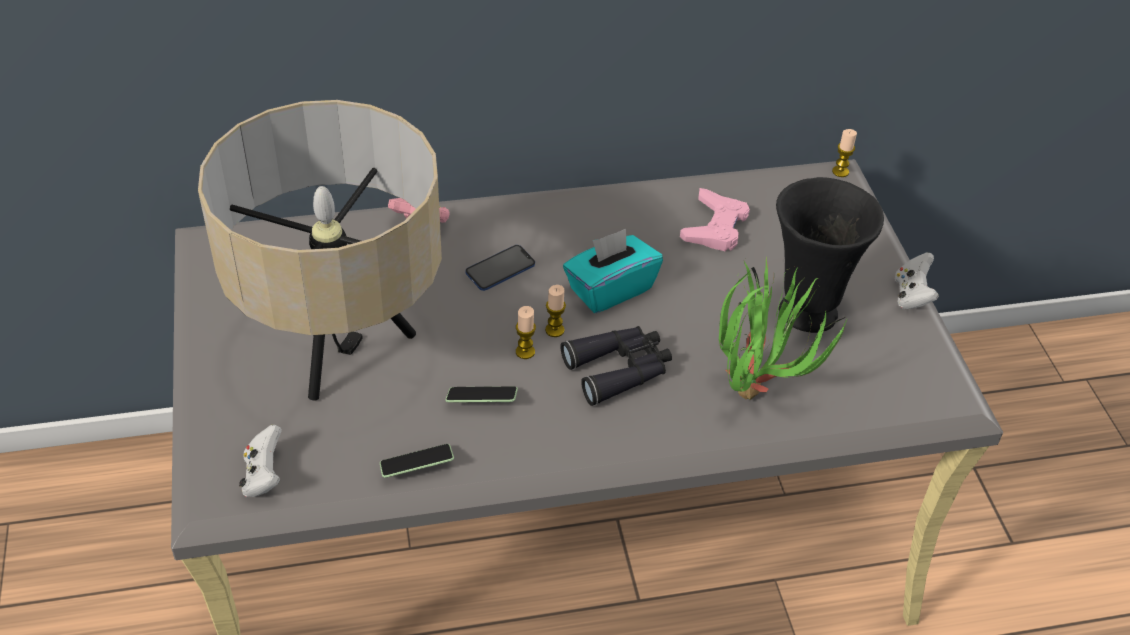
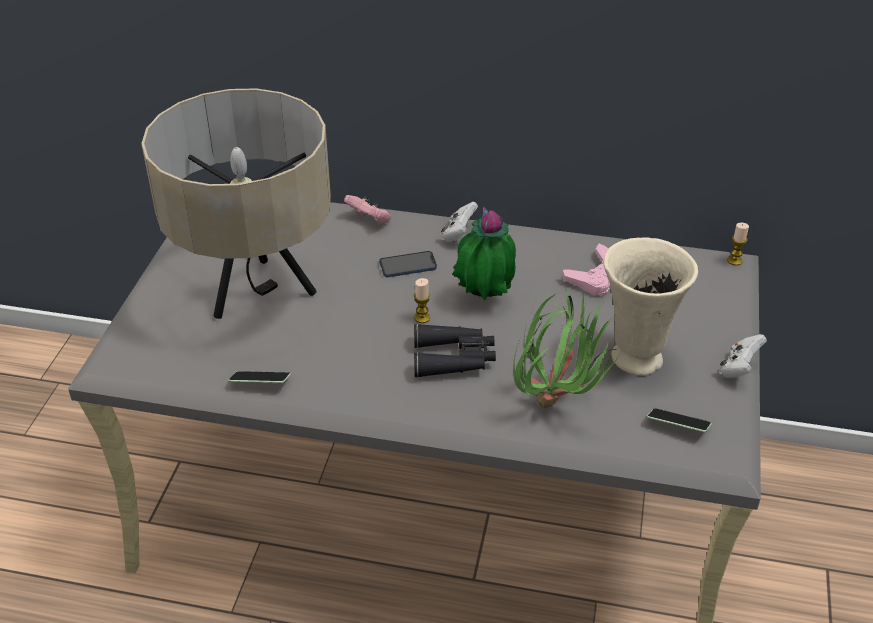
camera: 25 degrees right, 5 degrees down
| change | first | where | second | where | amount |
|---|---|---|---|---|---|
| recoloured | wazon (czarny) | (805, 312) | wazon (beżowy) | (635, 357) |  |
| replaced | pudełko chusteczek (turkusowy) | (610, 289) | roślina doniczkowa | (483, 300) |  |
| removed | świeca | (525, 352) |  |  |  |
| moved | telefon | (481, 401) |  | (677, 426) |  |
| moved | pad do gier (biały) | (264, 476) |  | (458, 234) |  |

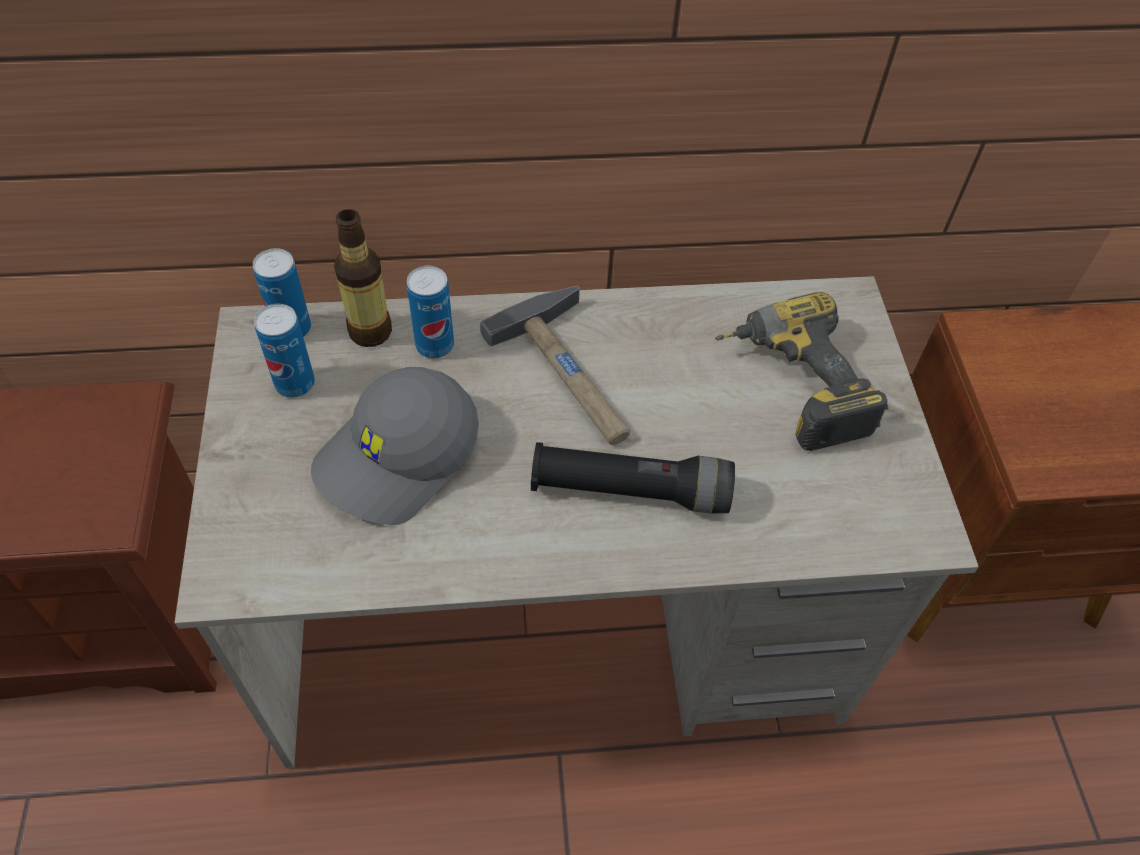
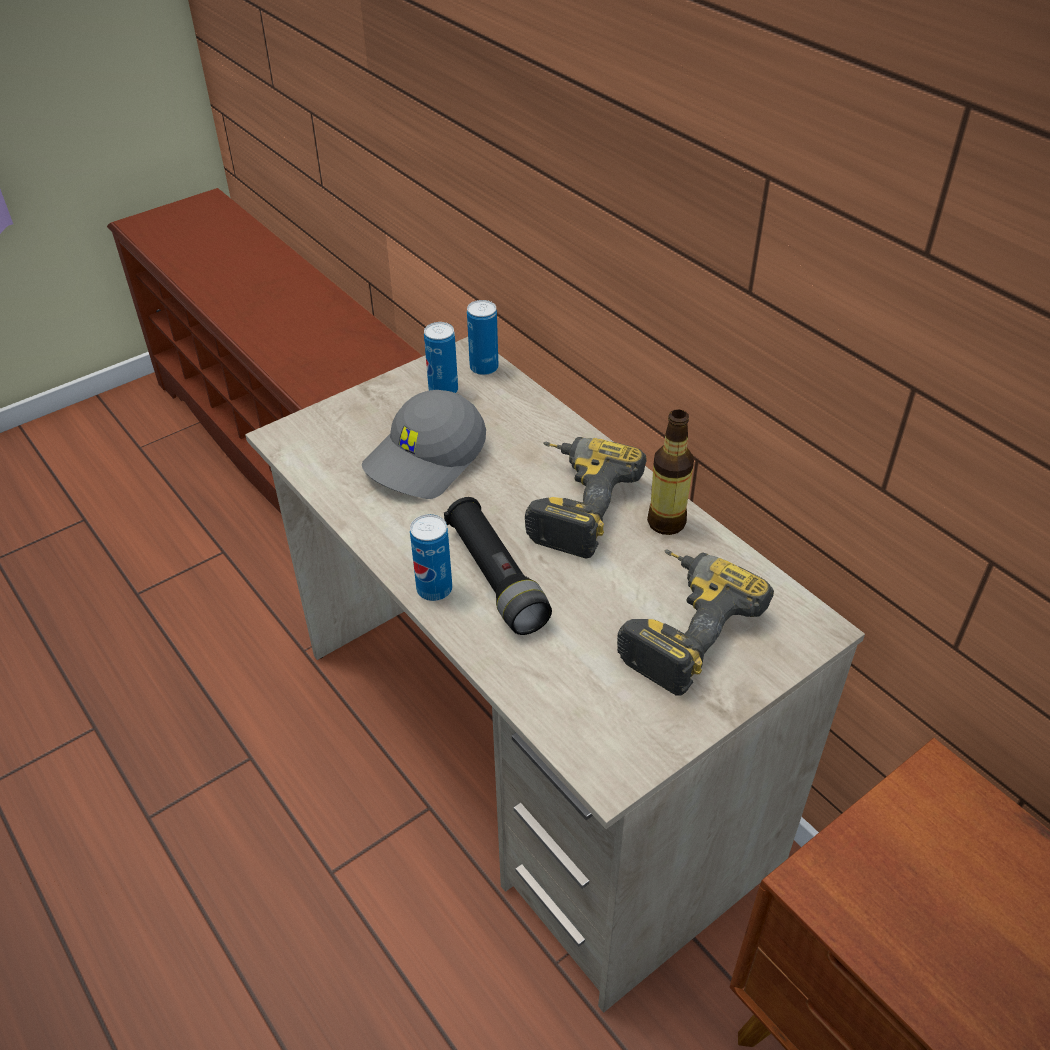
camera: 60 degrees right, 10 degrees down
| change | first | where | second | where | amount |
|---|---|---|---|---|---|
| moved | butelka | (370, 332) |  | (666, 522) |  |
| moved | puszka | (435, 345) |  | (434, 589) |  |
| replaced | młotek | (573, 374) | wiertarka | (571, 504) |  |
| turned | czapka z daszkiem (szary) | (399, 458) |  | (426, 460) | 60 degrees counterclockwise |

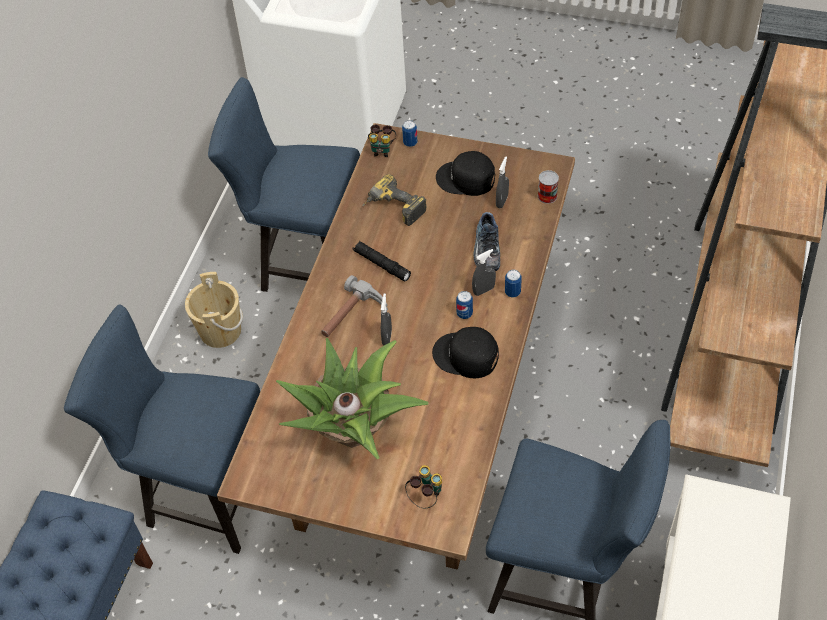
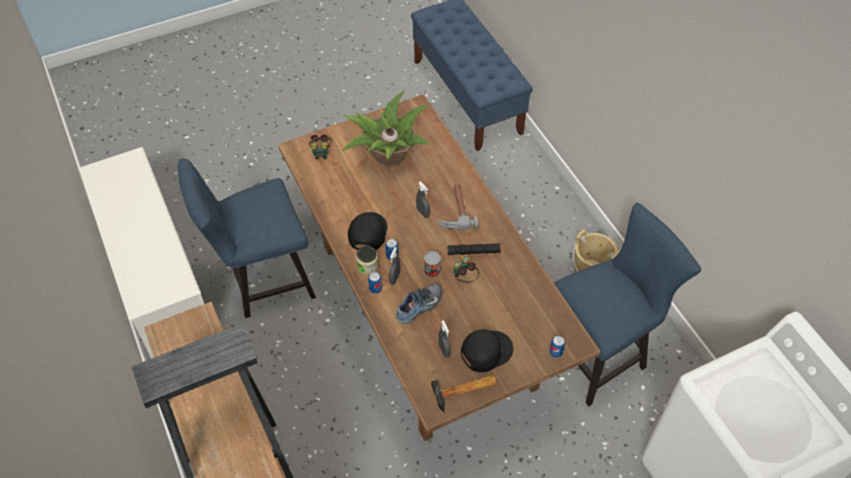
camera: 135 degrees right, 0 degrees up
| change | first | where | second | where | amount |
|---|---|---|---|---|---|
| moved | lornetka | (382, 150) |  | (464, 278) |  |
| moved | puszka | (547, 196) |  | (432, 271) |  |
| removed | wiertarka | (393, 209) |  |  |  |
| turned | but | (485, 249) |  | (420, 306) | 90 degrees clockwise |
| removed | krzesło (niebieski) | (201, 491) |  |  |  |
| turned | czapka z daszkiem (czarny) | (466, 356) |  | (367, 232) | 60 degrees counterclockwise |
| added |  |  | słoik | (367, 266) |  |
| added |  |  | młotek | (466, 391) |  |

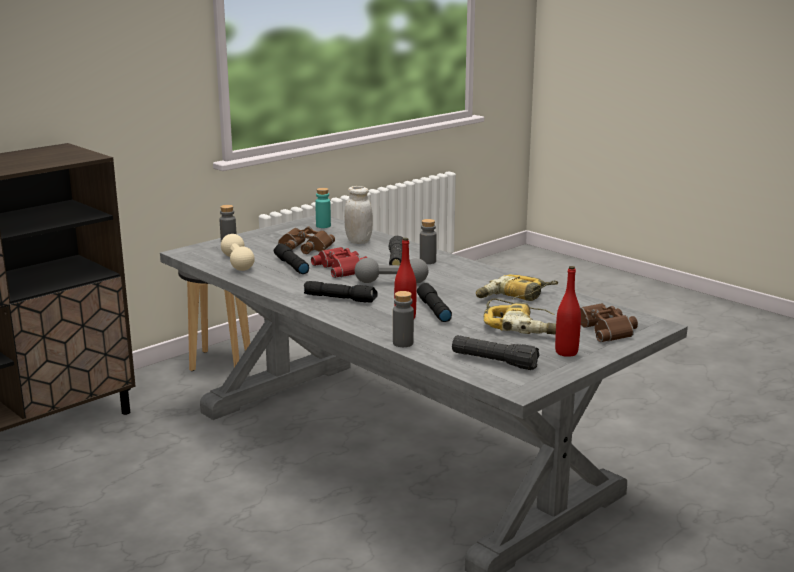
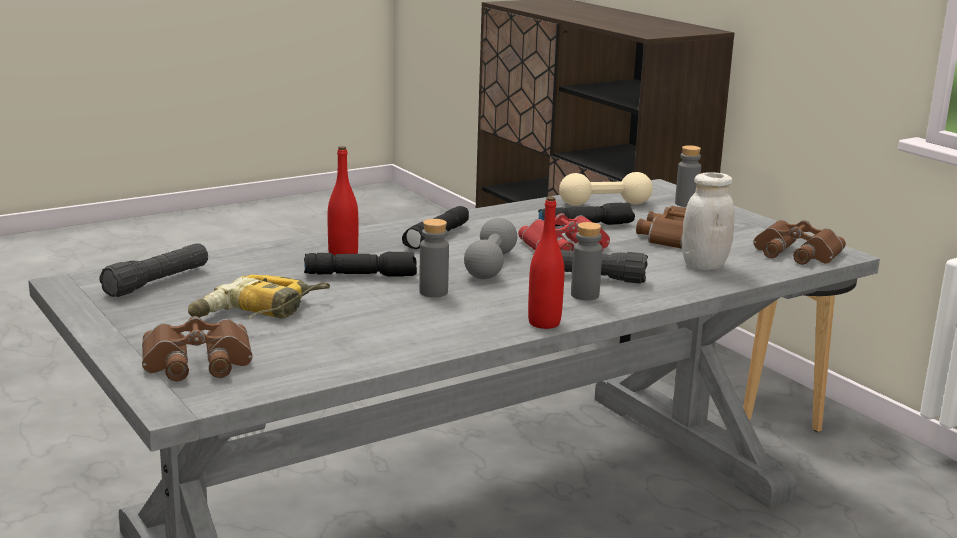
camera: 100 degrees right, 0 degrees up
| change | first | where | second | where | amount |
|---|---|---|---|---|---|
| replaced | butelka (turkusowy) | (323, 226) | lornetka (brązowy) | (795, 253) |  |
| moved | butelka (czerwony) | (566, 352) |  | (544, 323) |  |
| removed | wiertarka | (515, 297) |  |  |  |
| moved | butelka (szary) | (403, 343) |  | (433, 292) |  |

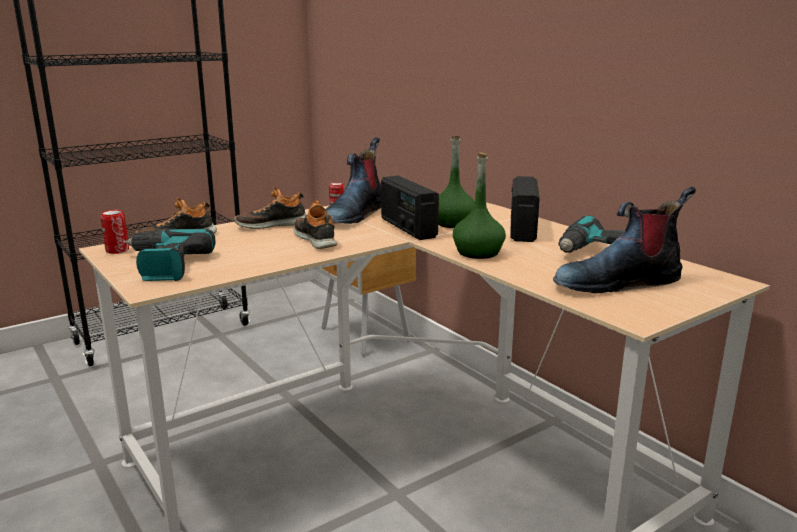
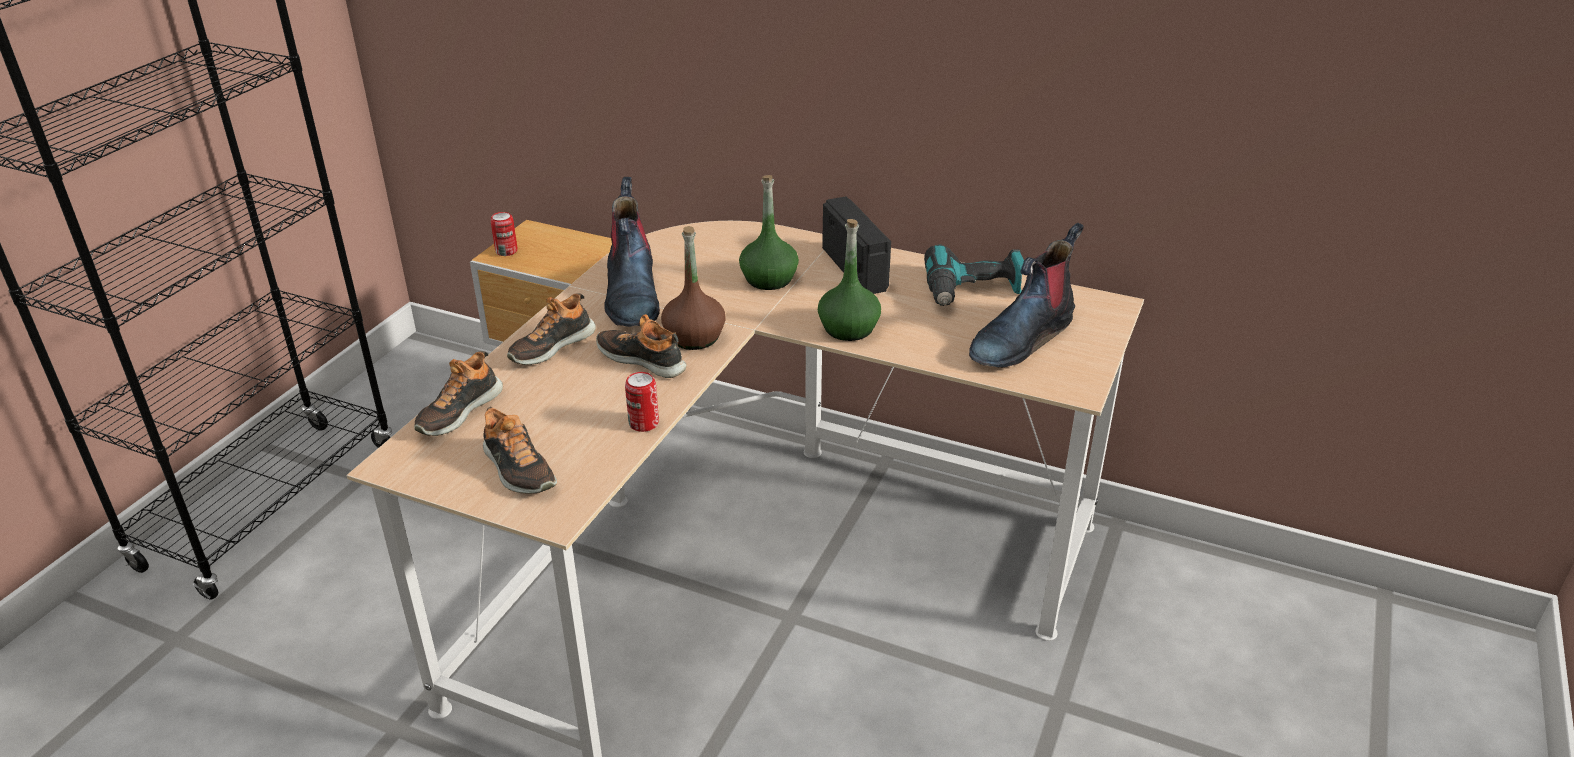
camera: 30 degrees left, 15 degrees up
| change | first | where | second | where | amount |
|---|---|---|---|---|---|
| removed | radio | (407, 228) |  |  |  |
| moved | puszka | (117, 250) |  | (643, 423) |  |
| replaced | wiertarka | (164, 266) | but | (518, 470) |  |
| added |  |  | butelka (brązowy) | (694, 337) |  |

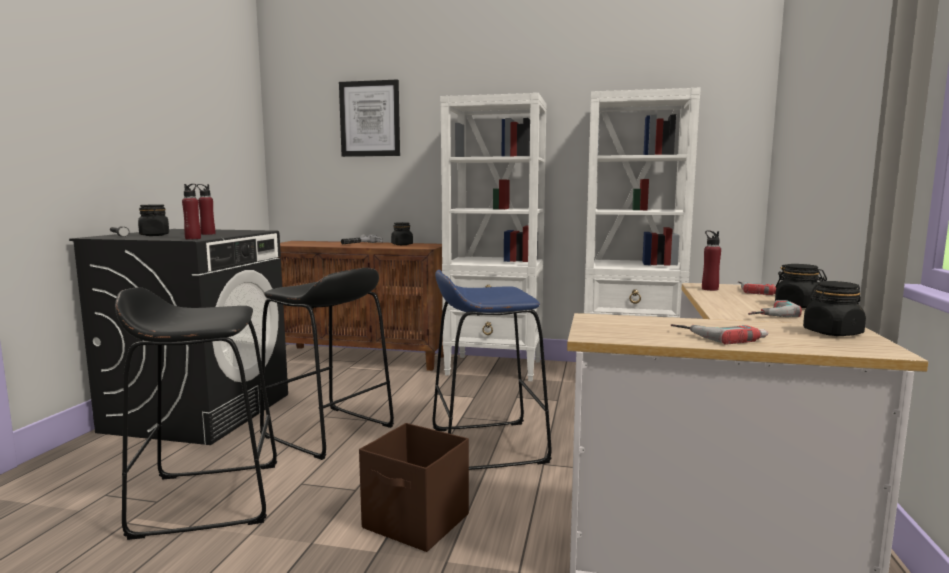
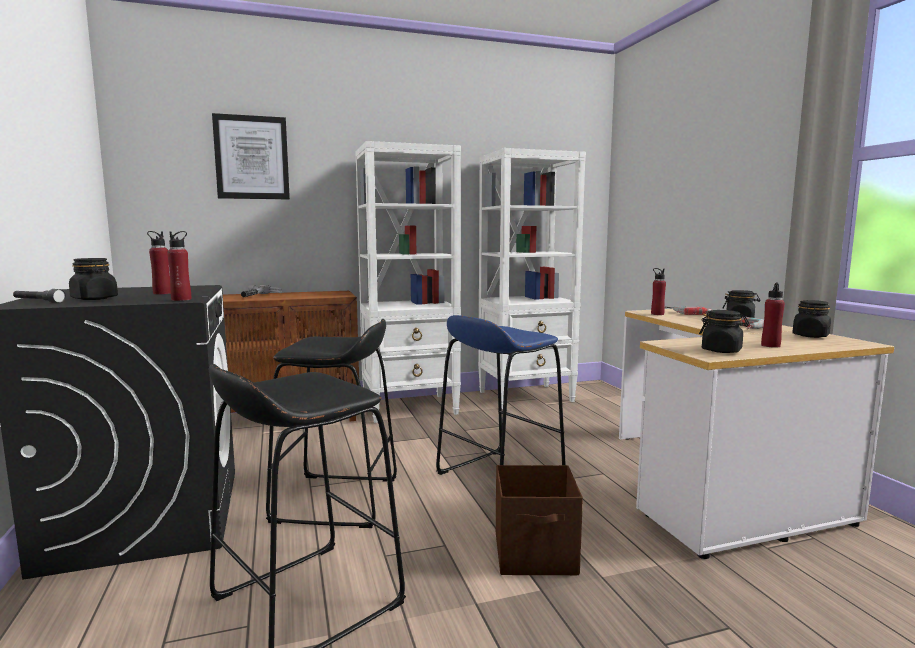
camera: 30 degrees left, 0 degrees up
| change | first | where | second | where | amount |
|---|---|---|---|---|---|
| moved | słoik (czarny) | (402, 244) |  | (722, 350) |  |
| replaced | wiertarka | (719, 336) | butelka (czerwony) | (770, 345) |  |

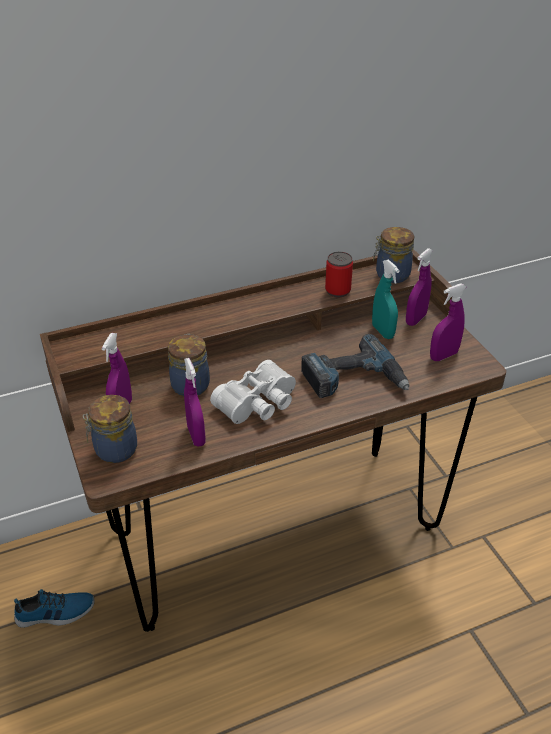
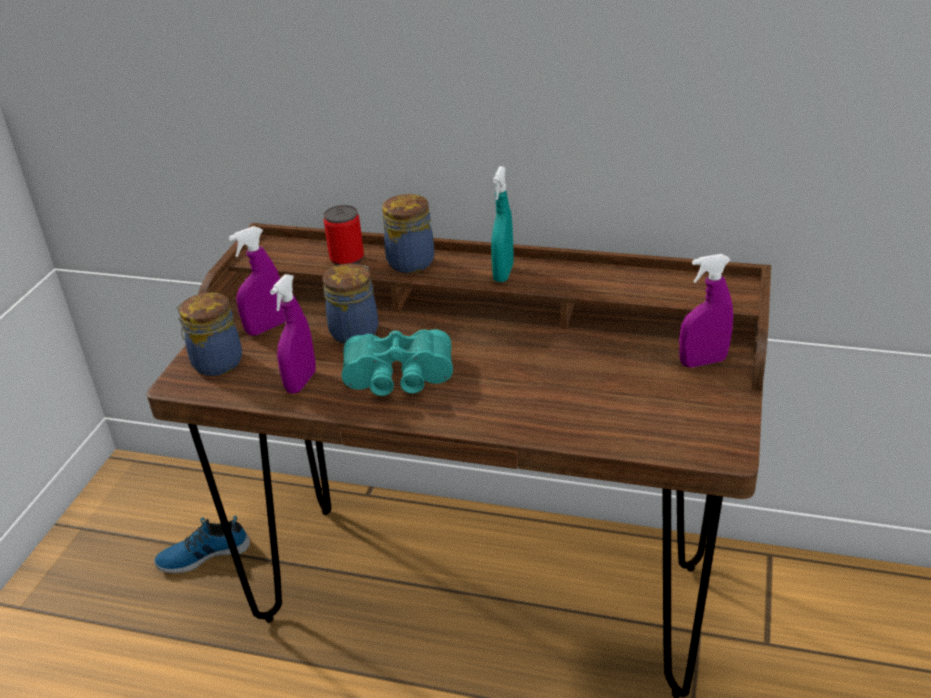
camera: 40 degrees right, 5 degrees down
| change | first | where | second | where | amount |
|---|---|---|---|---|---|
| moved | słoik | (391, 275) |  | (409, 261) |  |
| moved | puszka | (337, 290) |  | (347, 259) |  |
| moved | spryskiwacz (turkusowy) | (382, 331) |  | (503, 273) |  |
| removed | spryskiwacz (fioletowy) | (443, 356) |  |  |  |
| removed | wiertarka | (354, 379) |  |  |  |
| recoloured | lornetka (biały) | (259, 404) | lornetka (turkusowy) | (399, 379) |  |
| turned | but | (55, 613) |  | (203, 554) | 135 degrees clockwise |

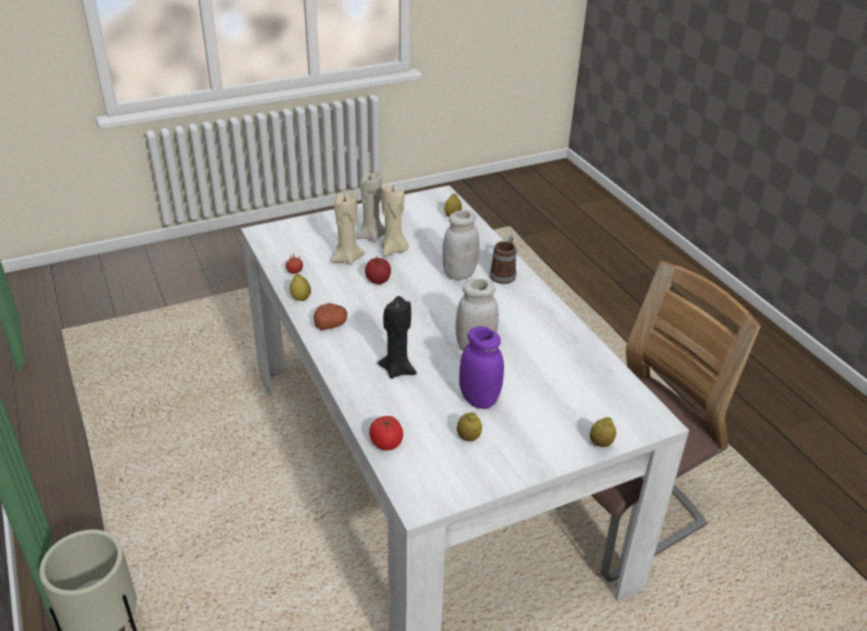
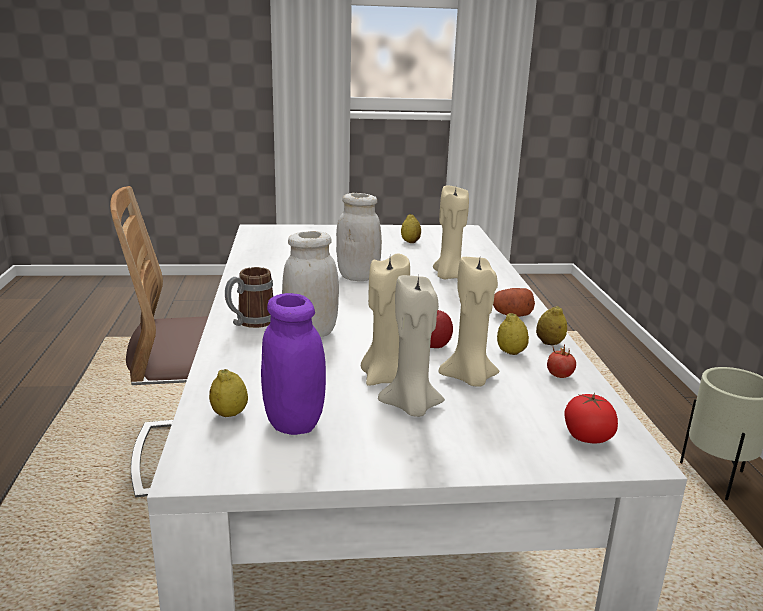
camera: 160 degrees left, 15 degrees down
| change | first | where | second | where | amount |
|---|---|---|---|---|---|
| recoloured | świeca (czarny) | (397, 369) | świeca (beżowy) | (448, 276) |  |
| moved | słoik (fioletowy) | (479, 399) |  | (294, 422) |  |
| moved | pomidor | (386, 443) |  | (587, 437) |  |
| moved | cytryna | (600, 443) |  | (511, 352) |  |

